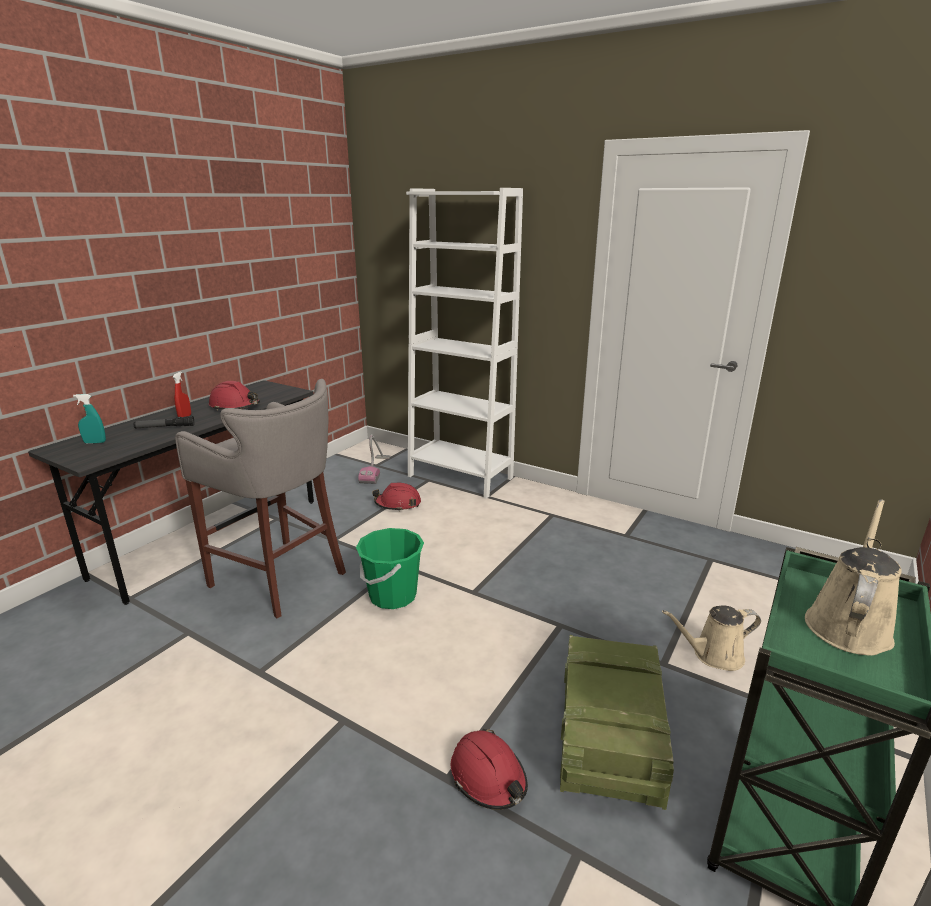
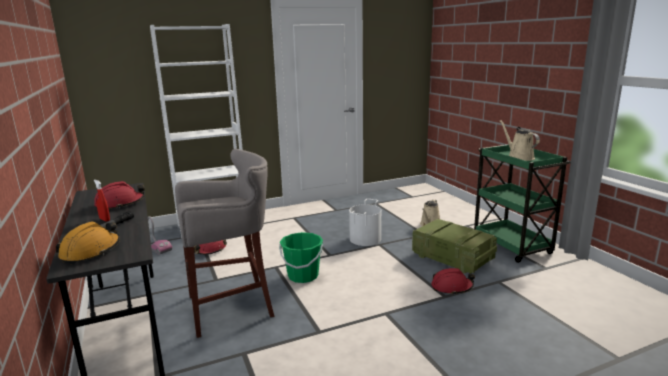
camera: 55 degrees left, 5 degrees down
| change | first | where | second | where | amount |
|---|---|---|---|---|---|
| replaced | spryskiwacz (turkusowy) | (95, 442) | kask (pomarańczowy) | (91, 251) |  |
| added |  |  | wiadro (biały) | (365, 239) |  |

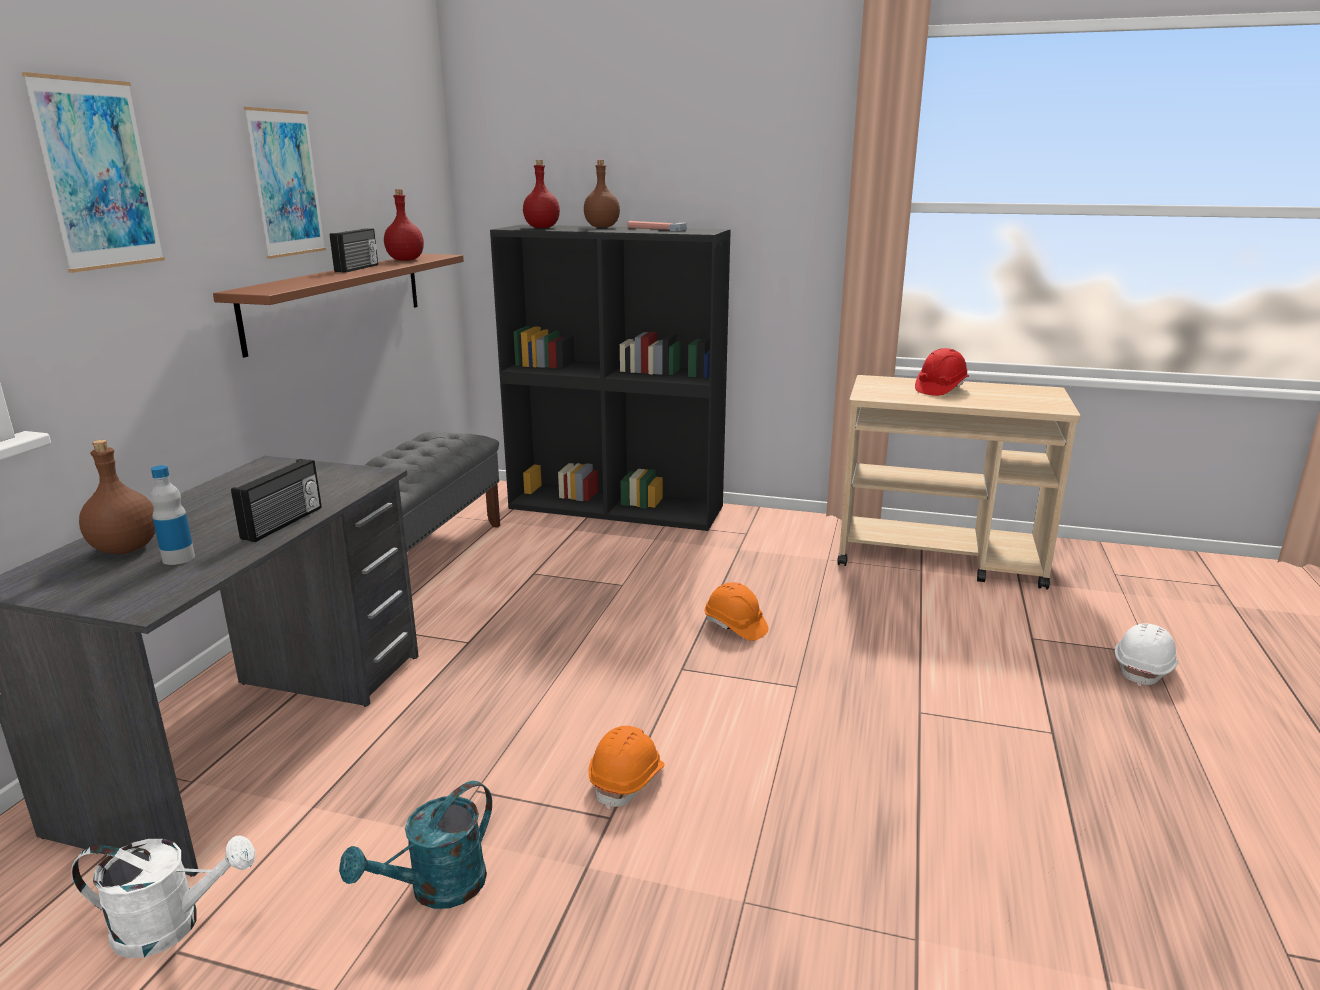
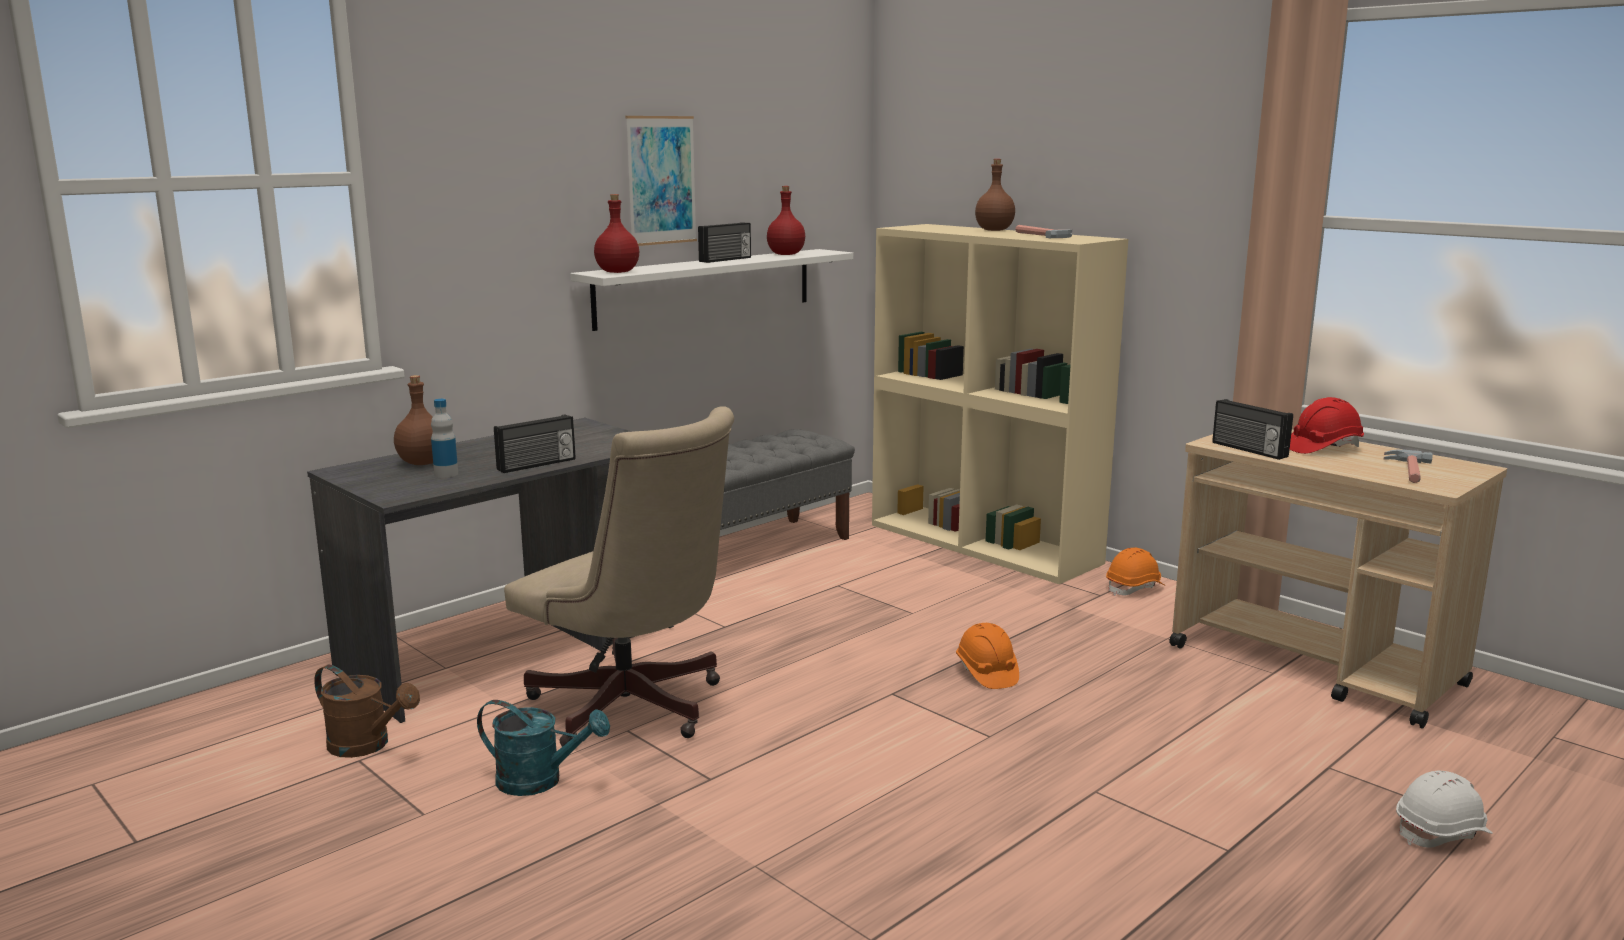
camera: 30 degrees right, 5 degrees down
| change | first | where | second | where | amount |
|---|---|---|---|---|---|
| removed | obraz | (98, 175) |  |  |  |
| moved | butelka (czerwony) | (542, 227) |  | (618, 272) |  |
| recoloured | regał (czarny) | (618, 507) | regał (beżowy) | (985, 544) |  |
| recoloured | półka (brązowy) | (338, 299) | półka (biały) | (706, 287) |  |
| moved | kask (pomarańczowy) | (628, 780) |  | (1135, 588) |  |
| turned | konewka (turkusowy) | (436, 890) |  | (540, 781) | 150 degrees counterclockwise |
| recoloured | konewka (biały) | (172, 925) | konewka (brązowy) | (367, 746) |  |
| added |  |  | radio | (1248, 450) |  |
| added |  |  | krzesło biurowe (beżowy) | (633, 710) |  |
| added |  |  | młotek | (1408, 470) |  |

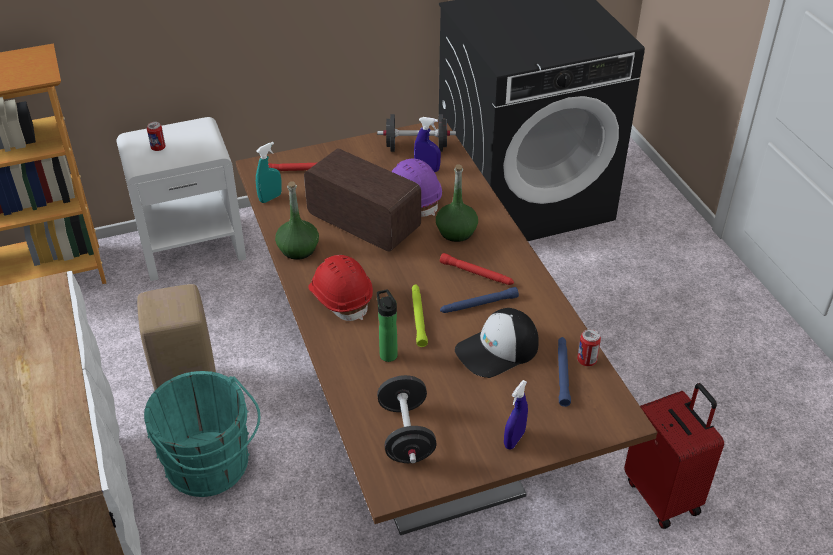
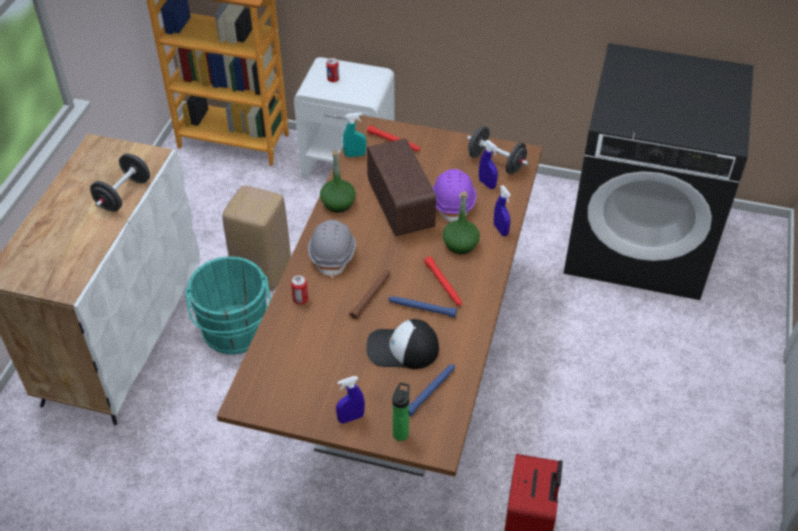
camera: 35 degrees right, 5 degrees up
| change | first | where | second | where | amount |
|---|---|---|---|---|---|
| recoloured | kask (czerwony) | (341, 298) | kask (szary) | (333, 254) |  |
| recoloured | latarka (zielony) | (418, 317) | latarka (brązowy) | (371, 295) |  |
| moved | butelka | (387, 353) |  | (401, 432) |  |
| moved | puszka | (586, 360) |  | (300, 299) |  |
| moved | hantel (czarny) | (406, 434) |  | (123, 195) |  |
| added |  |  | spryskiwacz (niebieski) | (500, 230) |  |

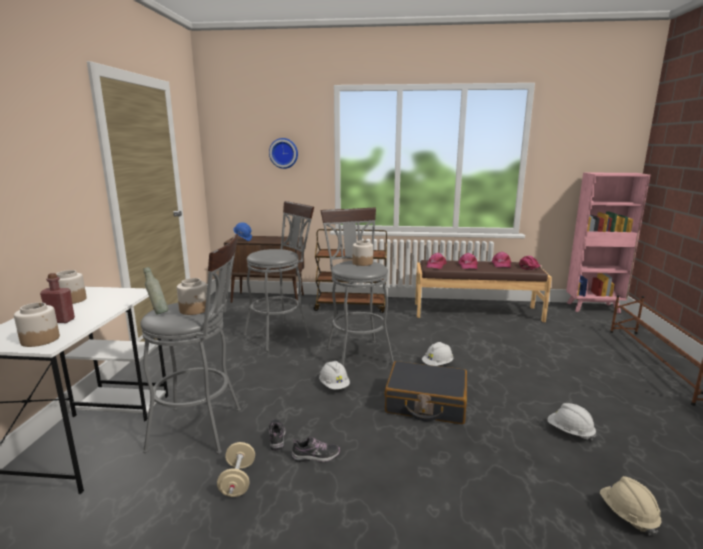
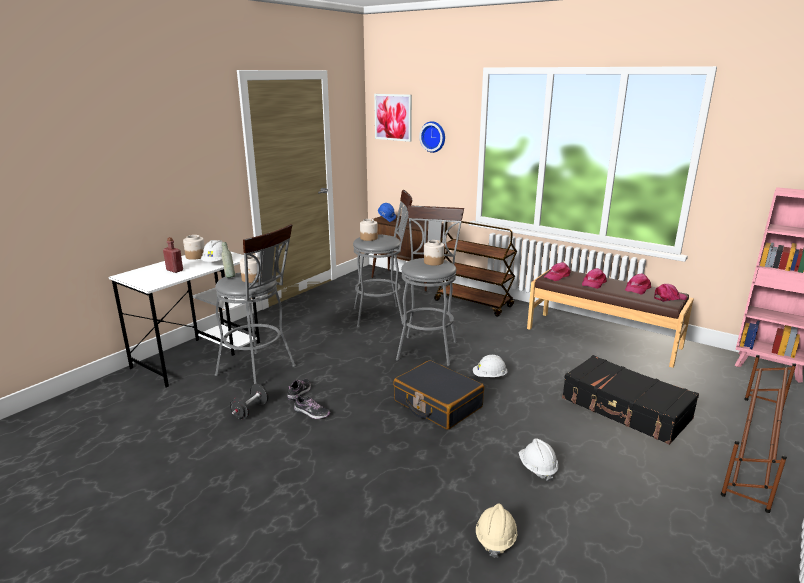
camera: 30 degrees right, 5 degrees up
| change | first | where | second | where | amount |
|---|---|---|---|---|---|
| moved | słoik | (40, 339) |  | (369, 238) |  |
| moved | kask (biały) | (334, 385) |  | (216, 262) |  |
| recoloured | hantel (beżowy) | (238, 480) | hantel (czarny) | (250, 410) |  |
| added |  |  | obraz | (393, 117) |  |
| added |  |  | walizka (czarny) | (625, 409) |  |

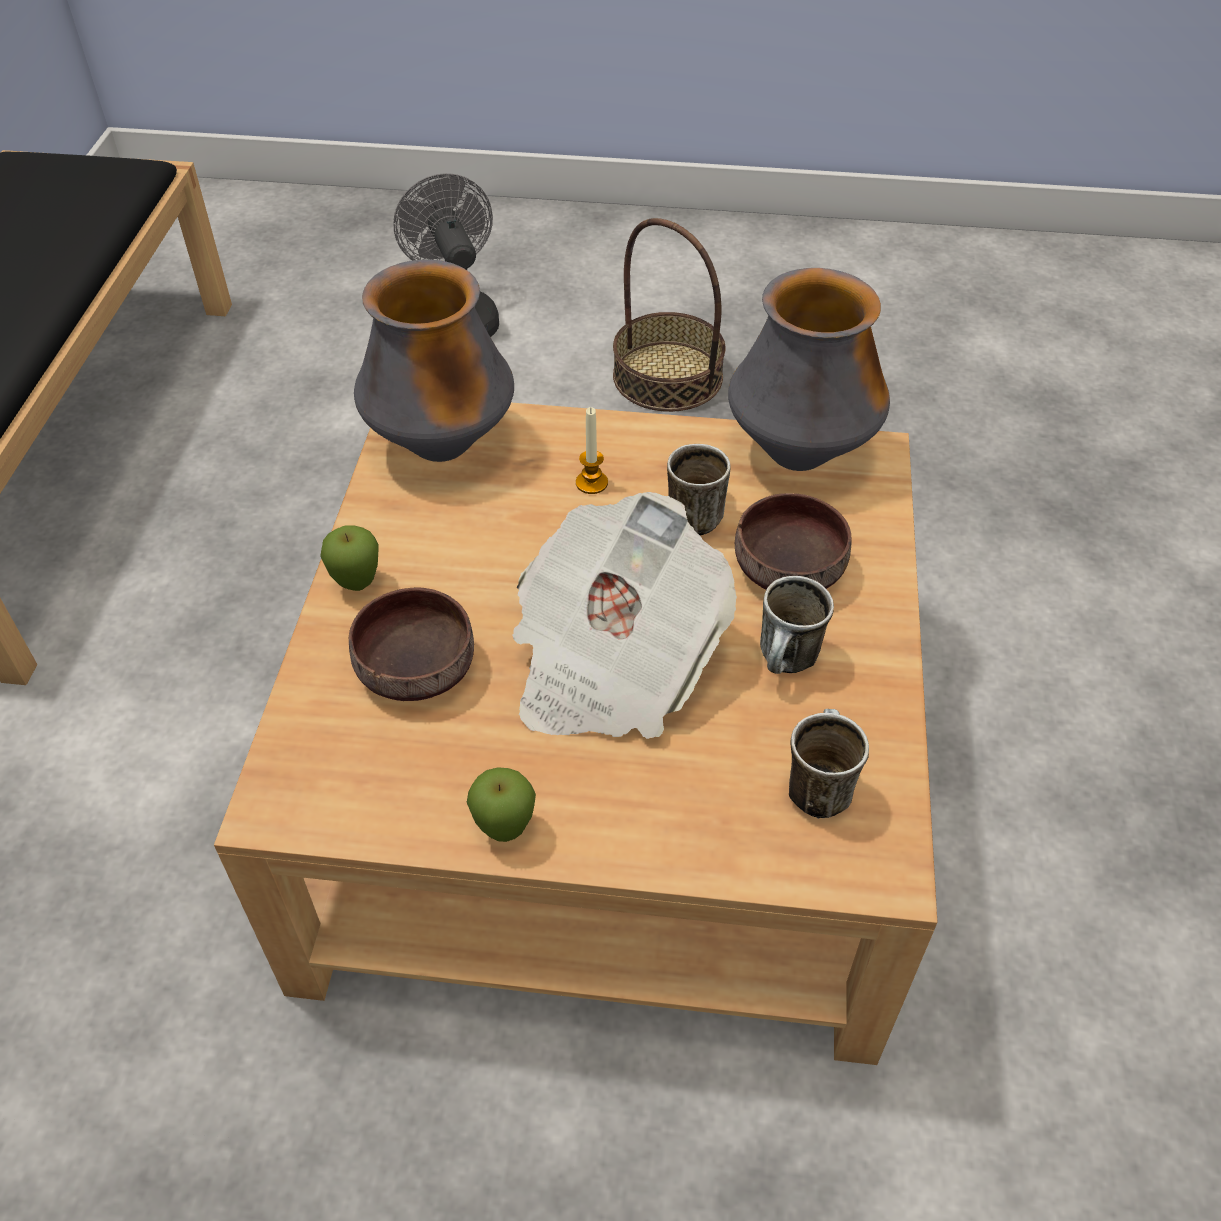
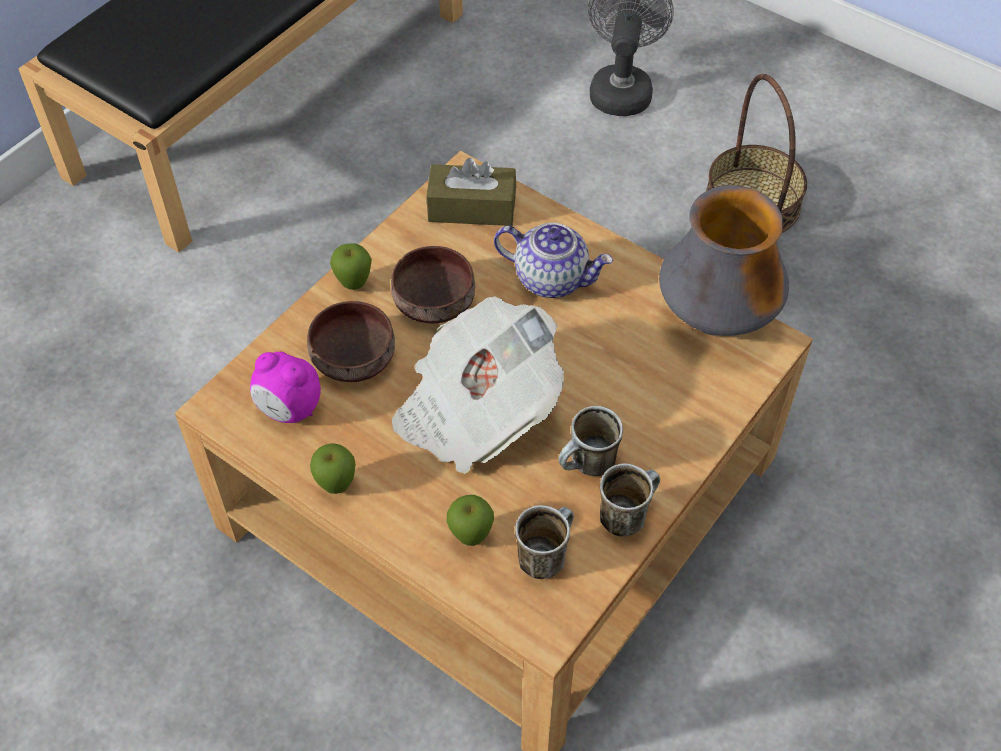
camera: 30 degrees right, 5 degrees up
| change | first | where | second | where | amount |
|---|---|---|---|---|---|
| replaced | wazon | (442, 446) | pudełko chusteczek (brązowy) | (472, 208) |  |
| replaced | świeca | (591, 483) | imbryk | (552, 278) |  |
| moved | kubek | (695, 513) |  | (626, 514) |  |
| moved | miska (brązowy) | (791, 569) |  | (434, 302) |  |
| added |  |  | budzik | (289, 409) |  |
| added |  |  | jabłko | (471, 537) |  |

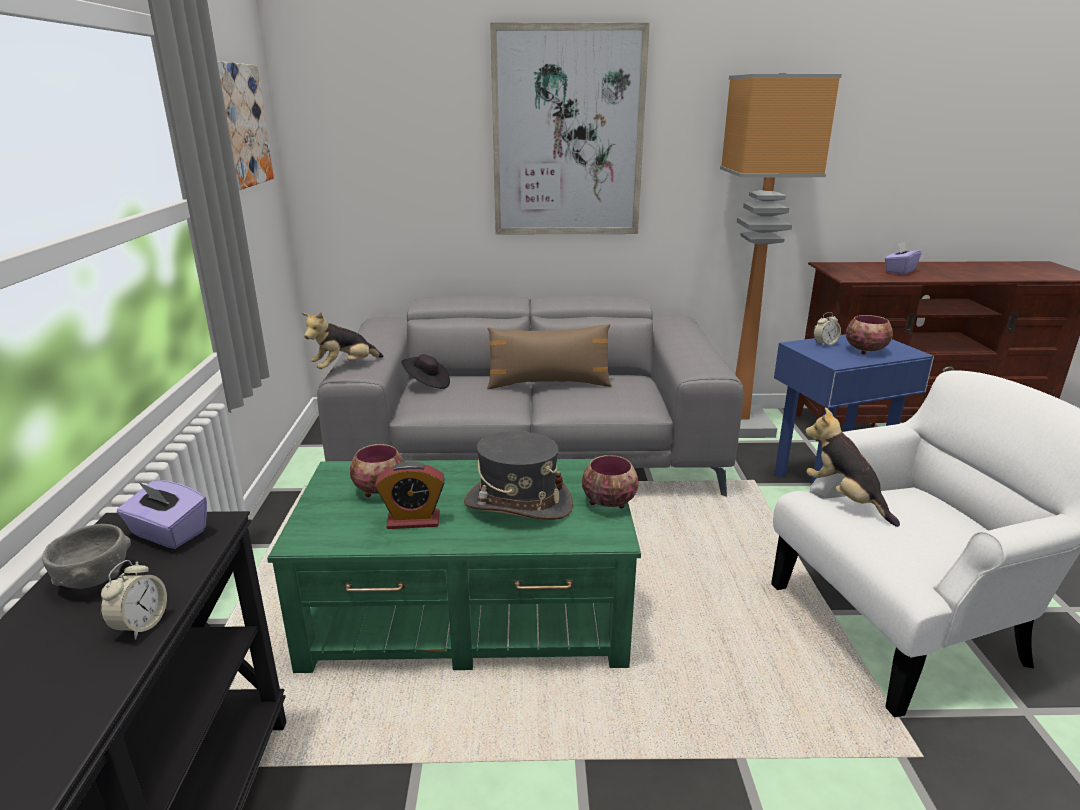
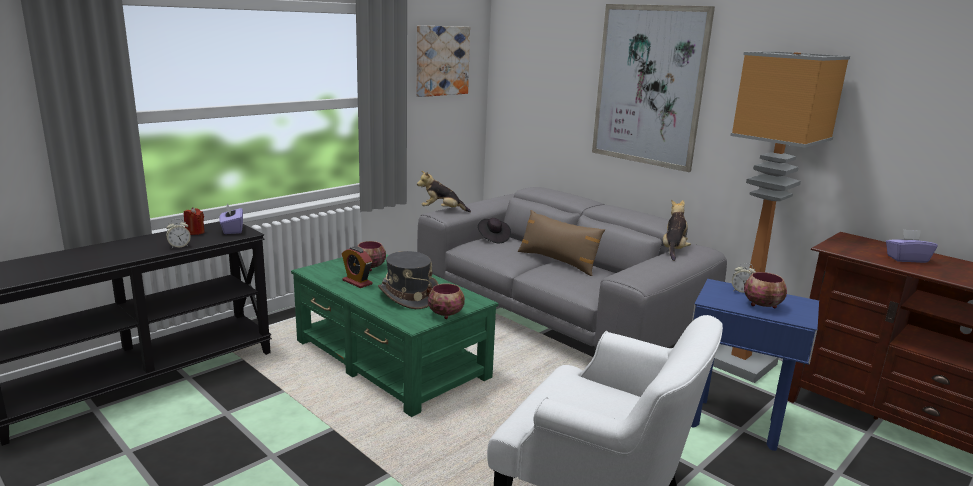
camera: 45 degrees right, 5 degrees down
| change | first | where | second | where | amount |
|---|---|---|---|---|---|
| moved | pluszak | (845, 498) |  | (673, 250) |  |
| replaced | miska (szary) | (94, 578) | świeca (czerwony) | (195, 232) |  |

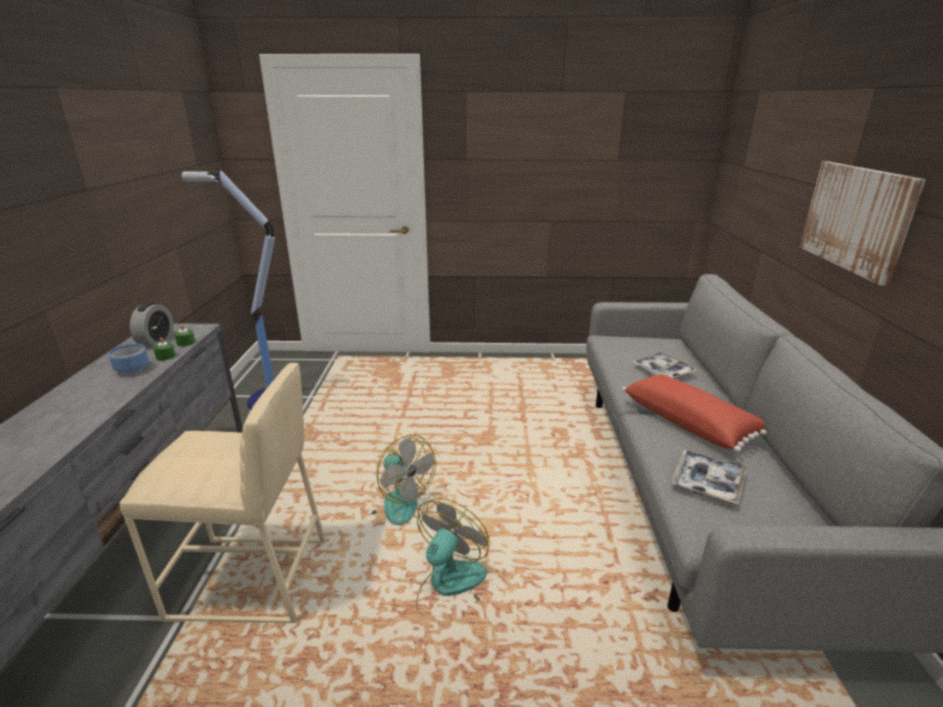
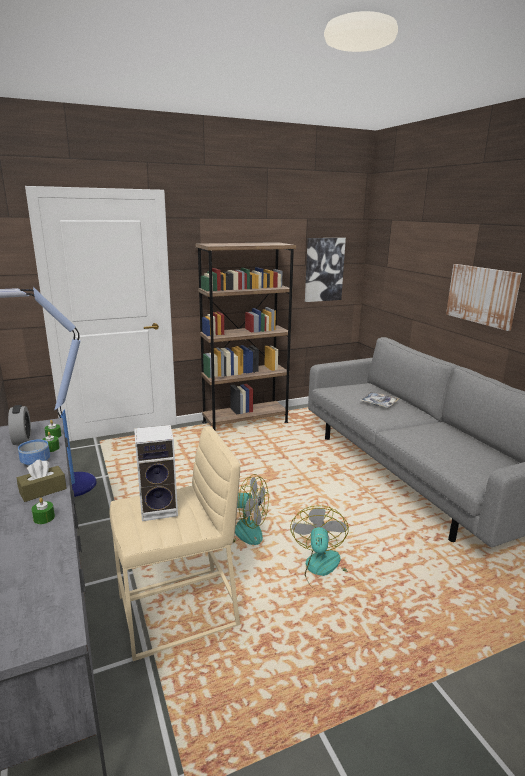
camera: 25 degrees left, 5 degrees down
| change | first | where | second | where | amount |
|---|---|---|---|---|---|
| removed | poduszka (czerwony) | (690, 423) |  |  |  |
| removed | taca | (707, 482) |  |  |  |
| added |  |  | obraz | (324, 269) |  |
| added |  |  | regał (brązowy) | (245, 422) |  |
| added |  |  | głośnik | (160, 508) |  |
| added |  |  | pudełko chusteczek (brązowy) | (43, 490) |  |
| added |  |  | świeca (zielony) | (44, 518) |  |

